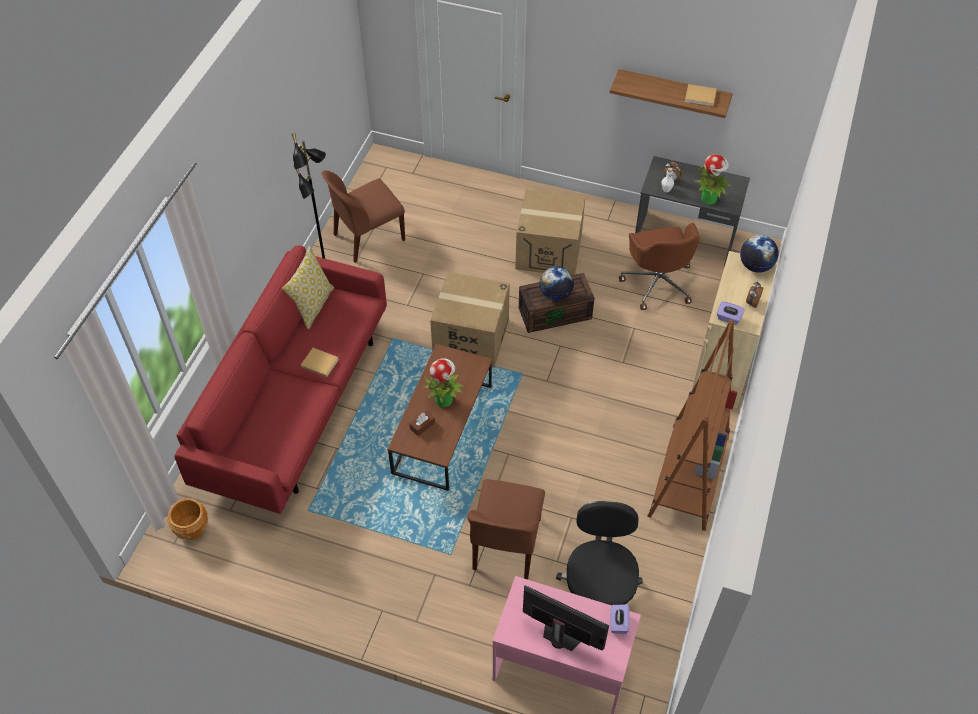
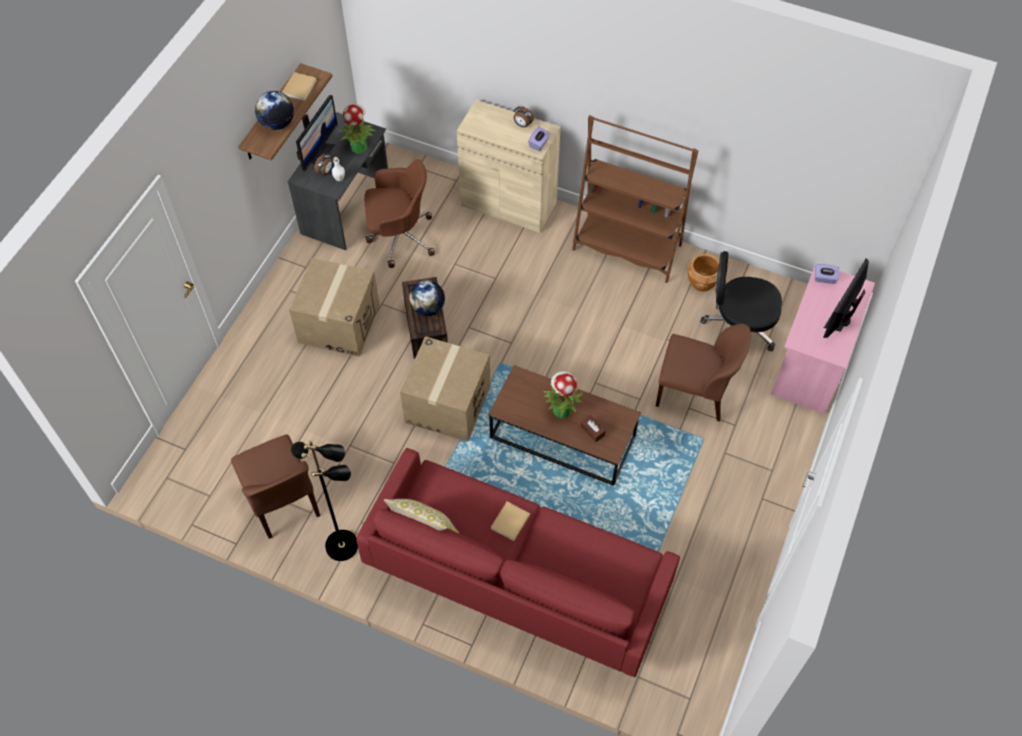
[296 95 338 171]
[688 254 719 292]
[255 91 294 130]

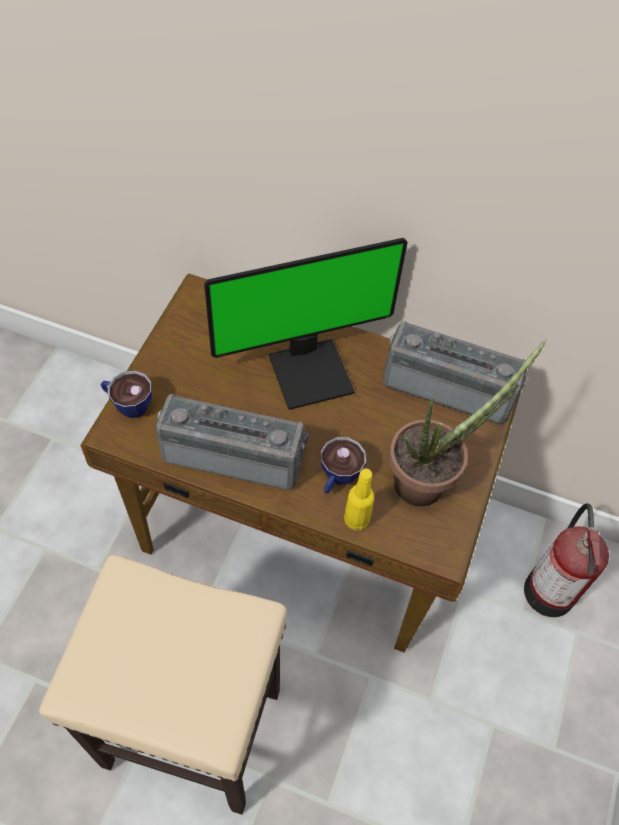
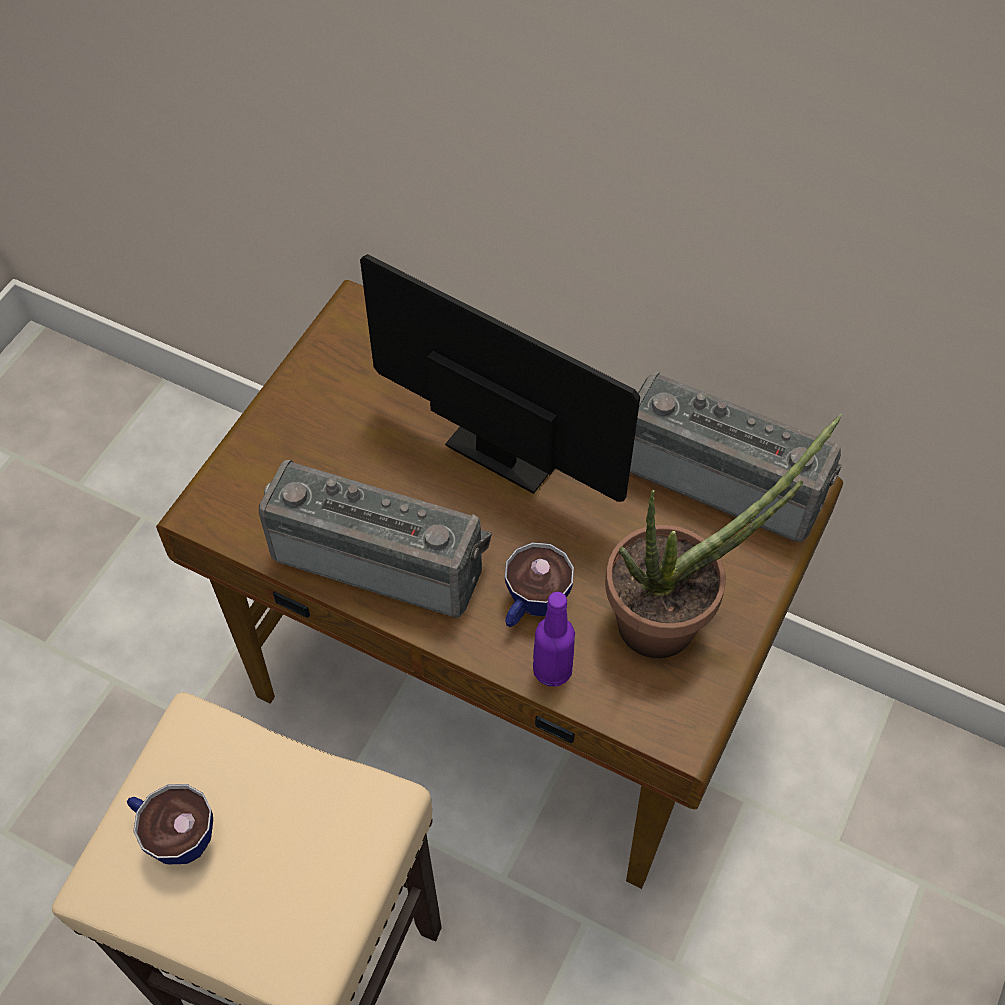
[524 503 609 617] (first image)
[127 784 213 864]
[533 592 575 686]
[360 254 640 502]

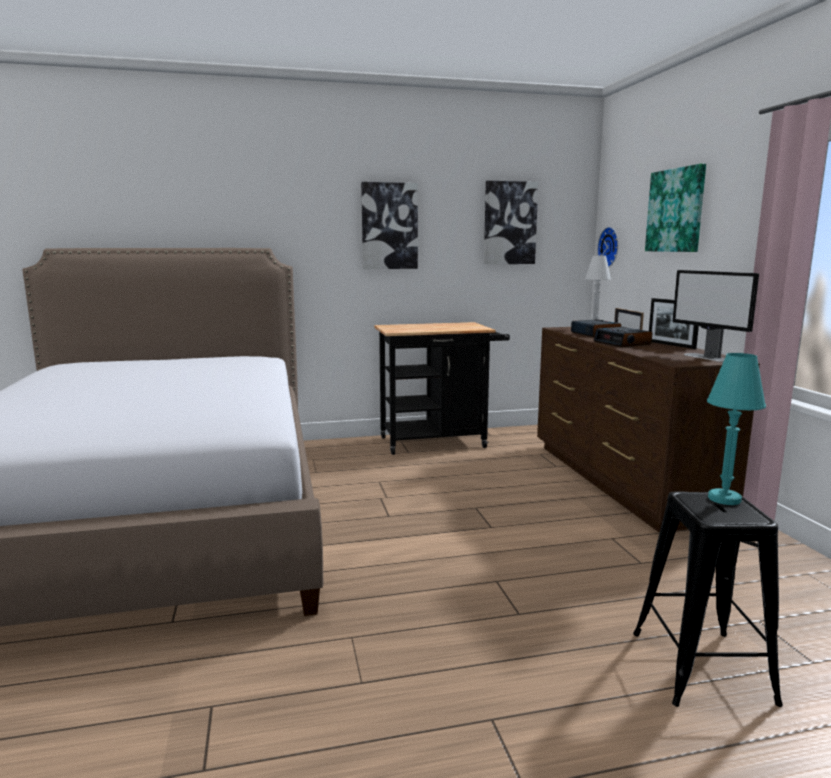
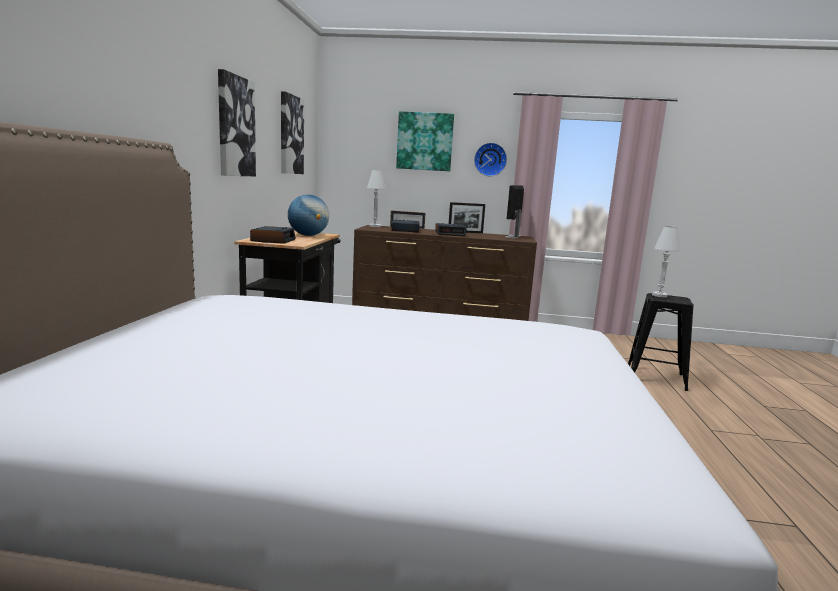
[250 226 296 244]
[288 195 329 236]
[474 143 507 176]
[652 226 681 297]
[506 185 524 238]

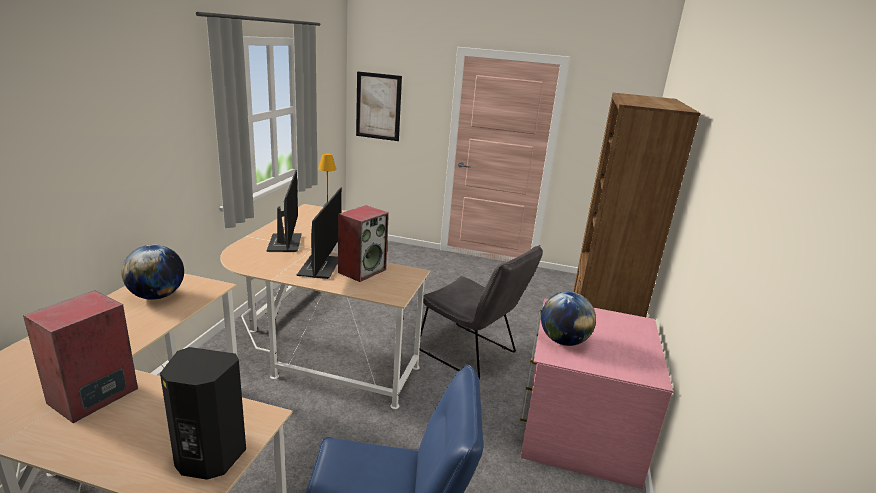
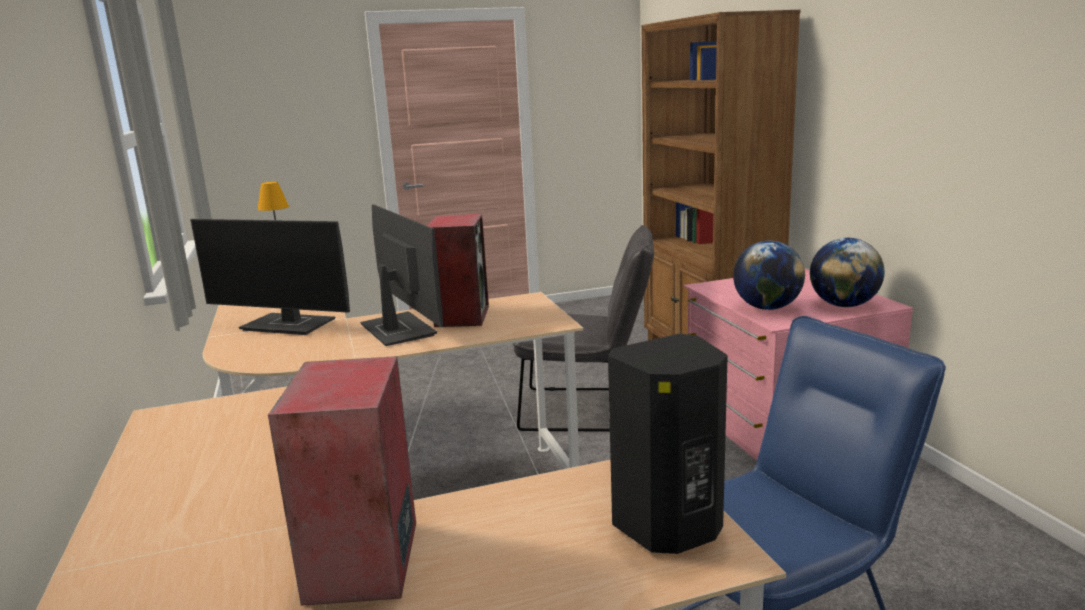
[356 71 402 141] (first image)
[810 238 884 307]
[190 219 350 335]

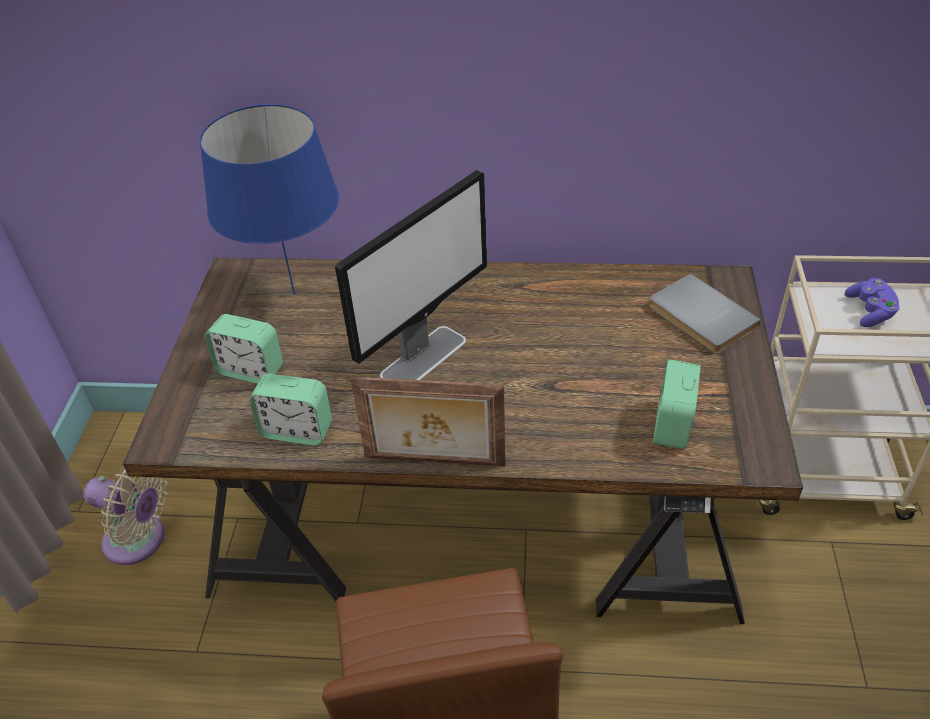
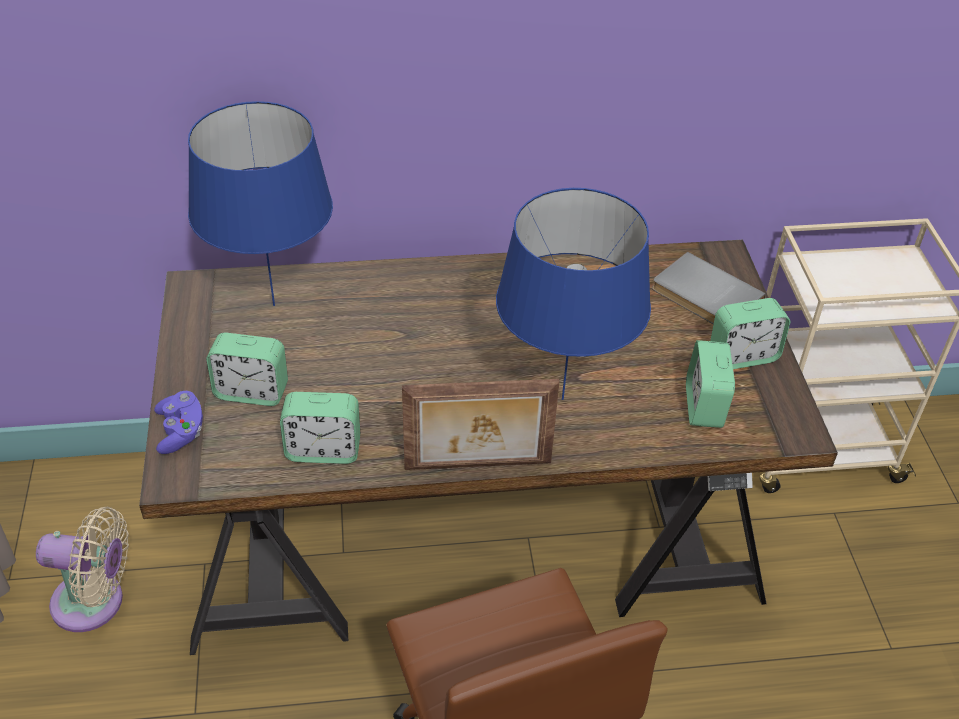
[335 170 487 380] (first image)
[496 188 651 400]
[710 298 790 369]
[154 391 203 454]

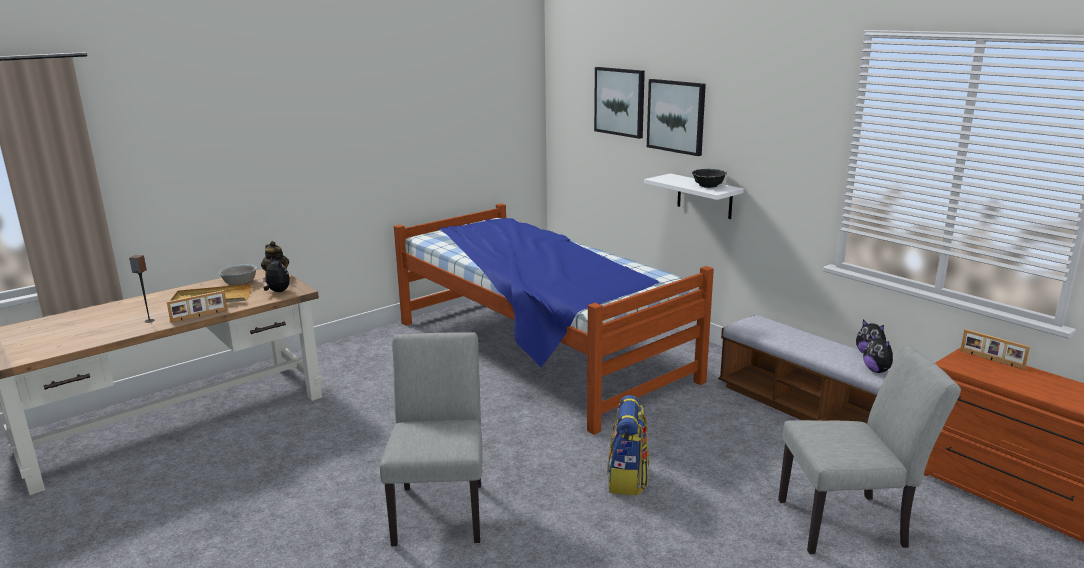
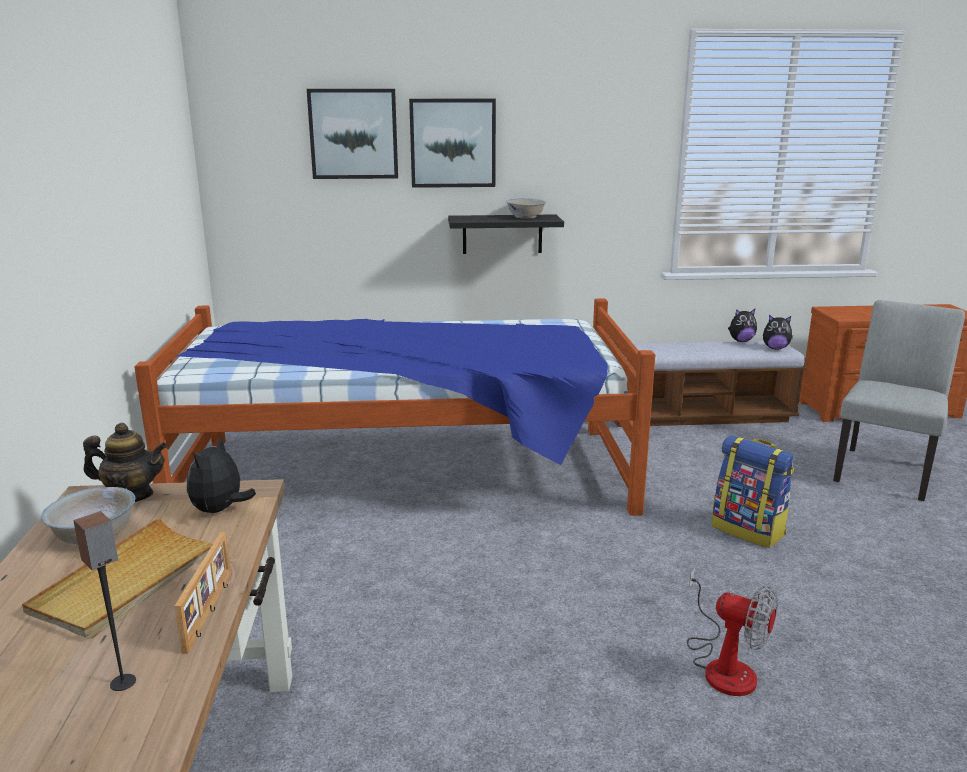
[960 329 1030 370] (first image)
[687 568 778 696]
[448 214 564 254]
[506 198 546 219]
[187 437 256 513]

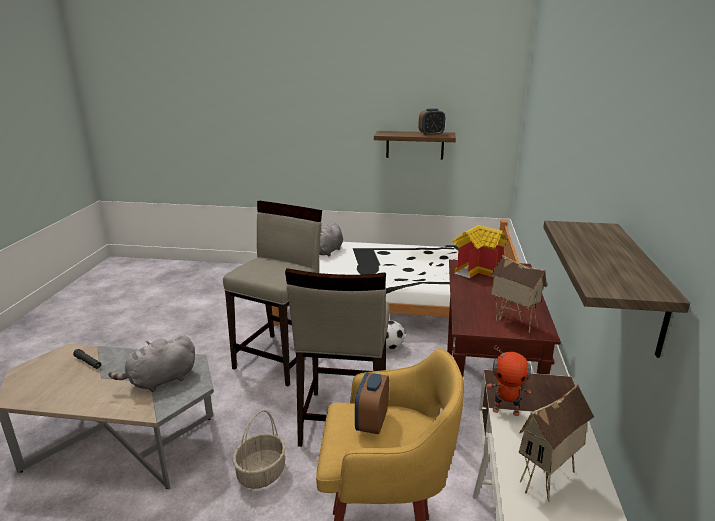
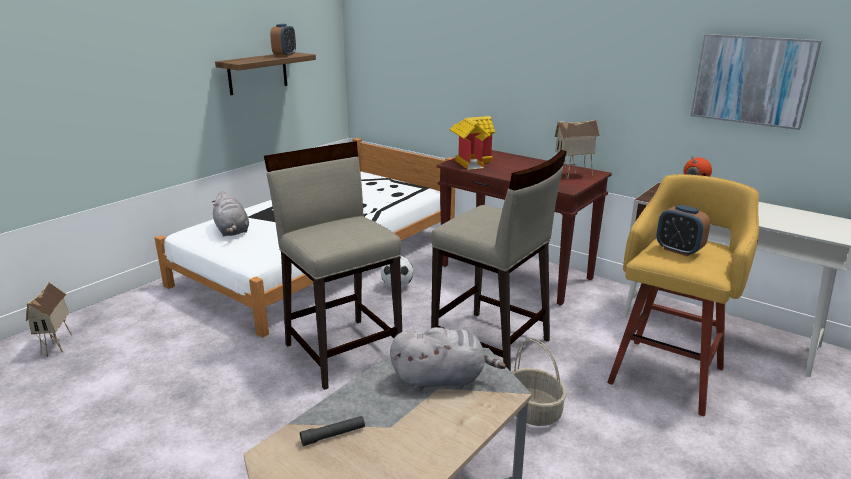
[26 282 72 357]
[691 34 822 130]
[390 327 506 392]

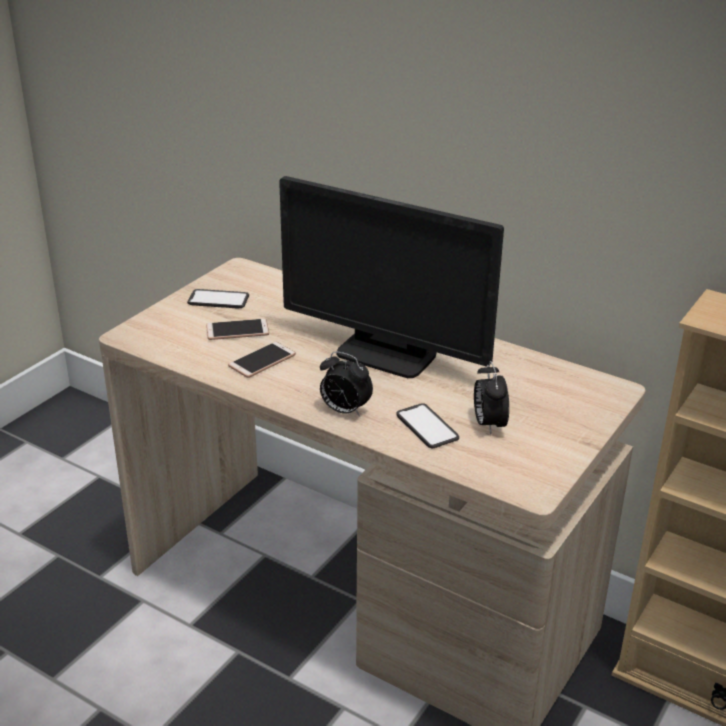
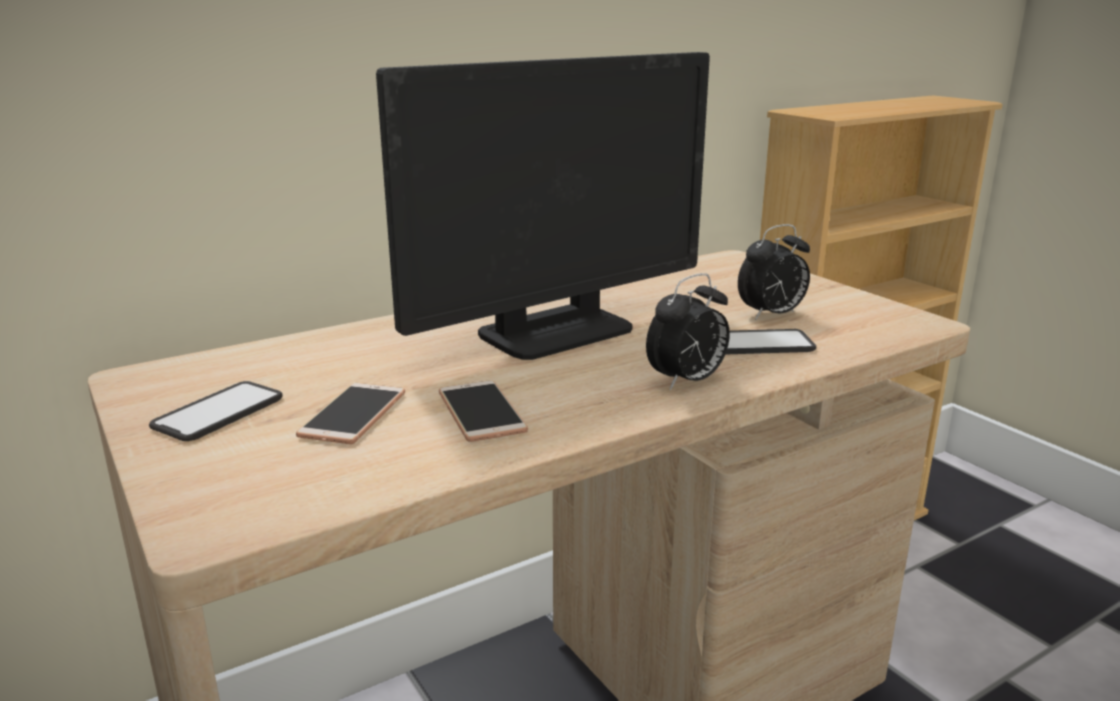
[738 224 810 320]

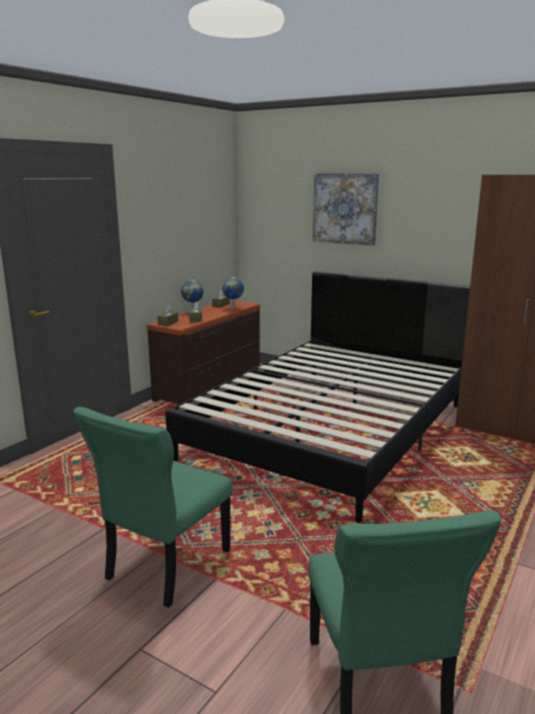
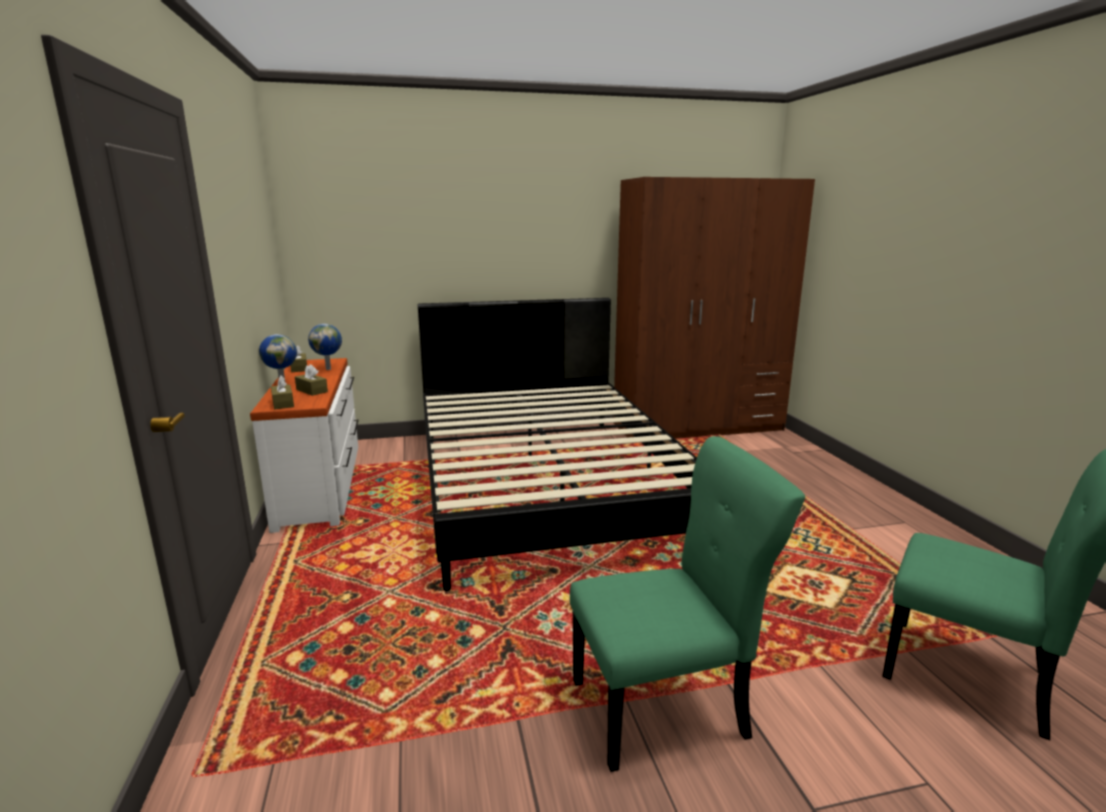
[313 173 379 246] (first image)
[250 358 358 533]
[570 436 805 772]

